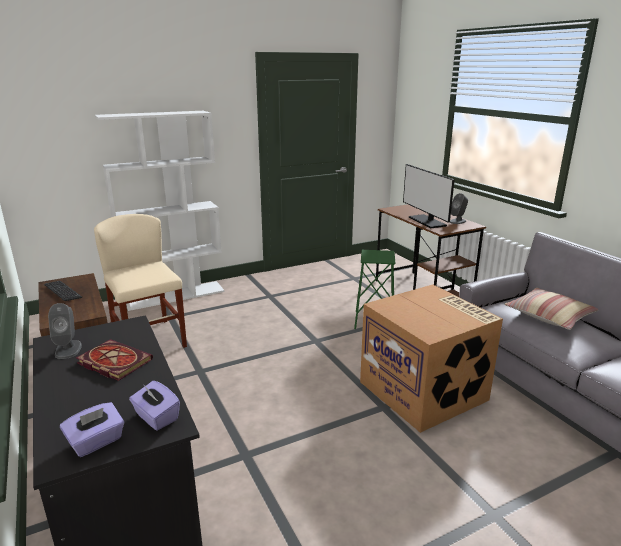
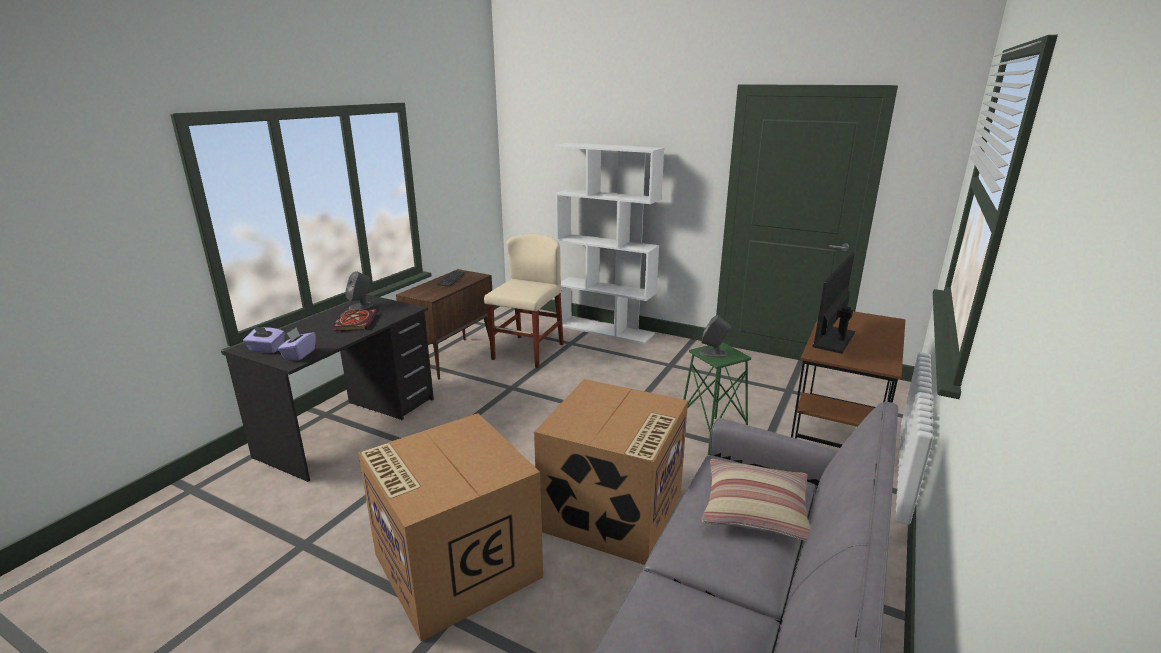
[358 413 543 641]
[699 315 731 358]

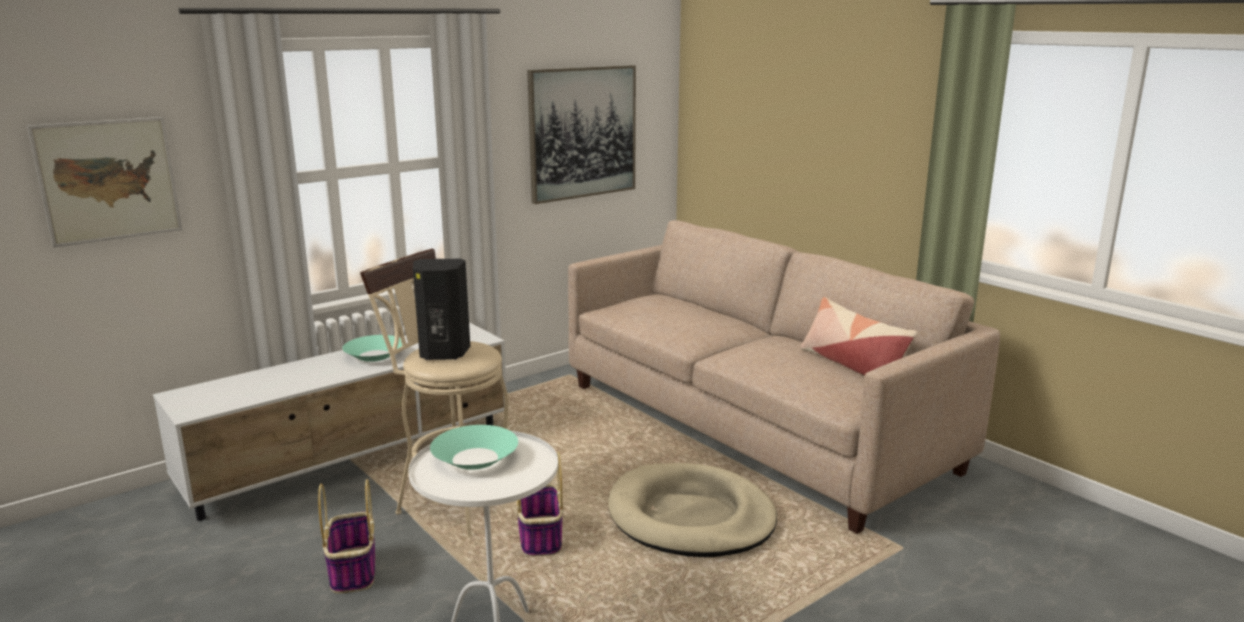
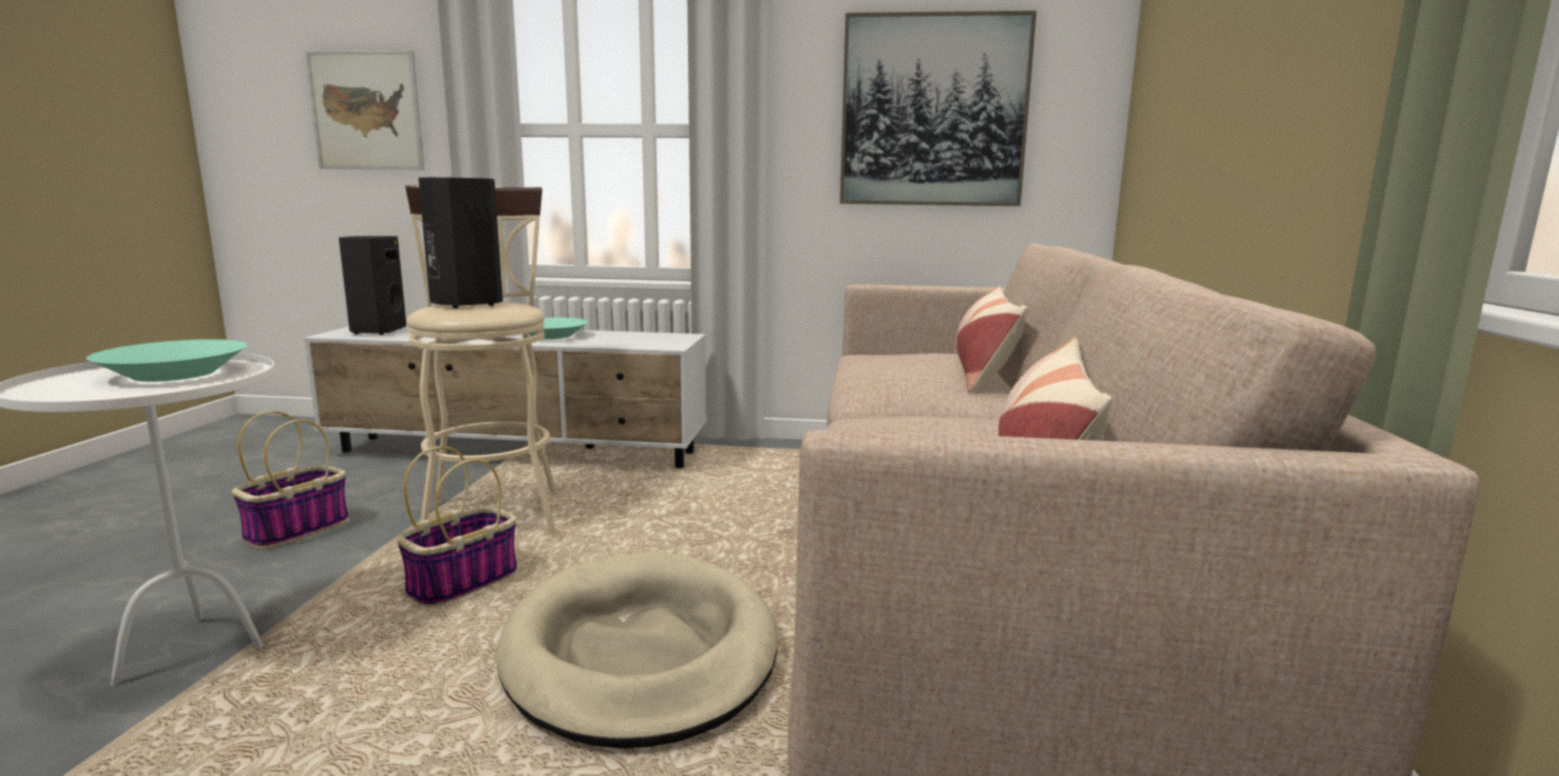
[339 236 406 335]
[954 286 1027 393]

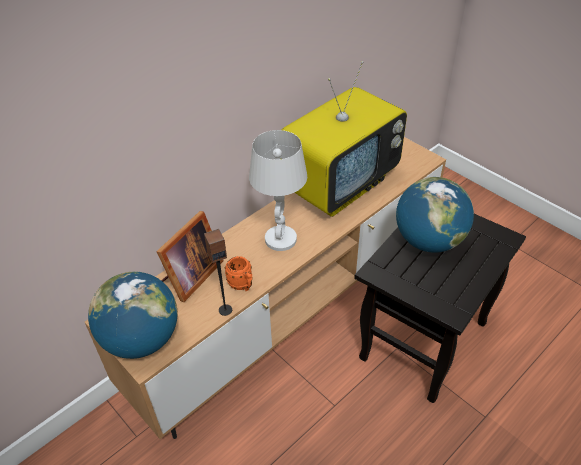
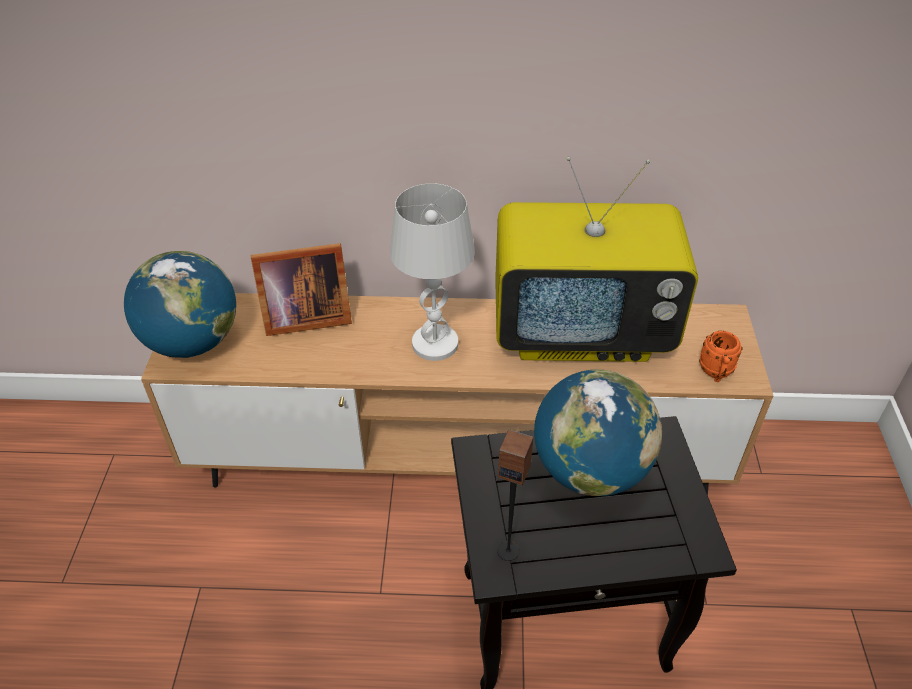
[497 430 533 561]
[699 331 743 382]

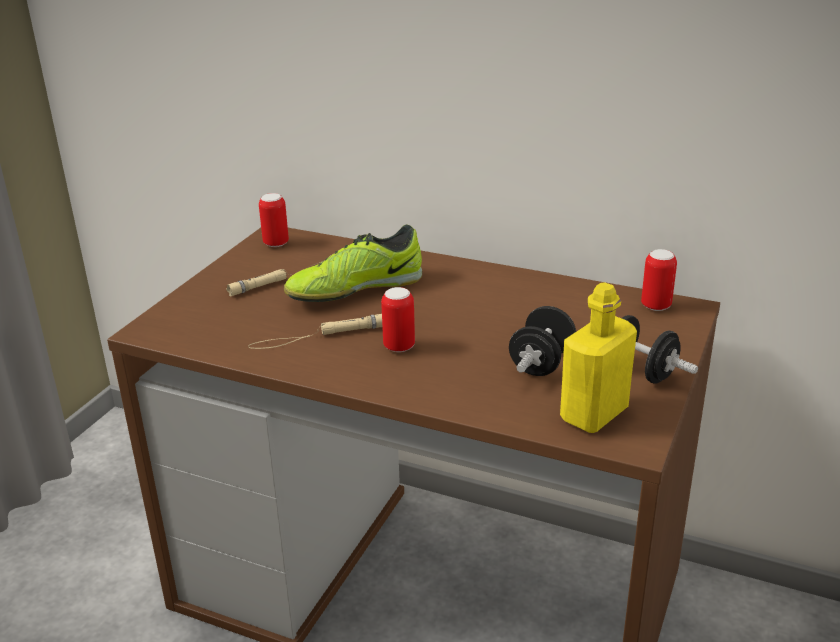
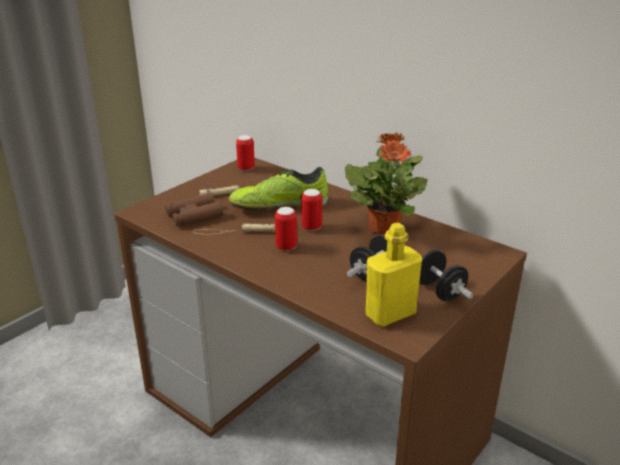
[165 193 223 226]
[345 132 427 235]
[301 189 322 231]

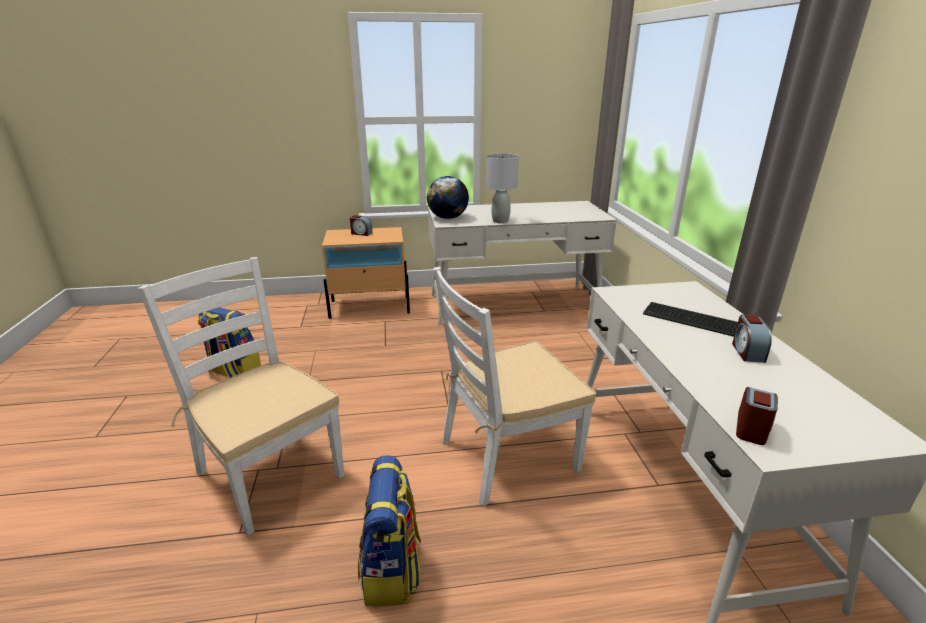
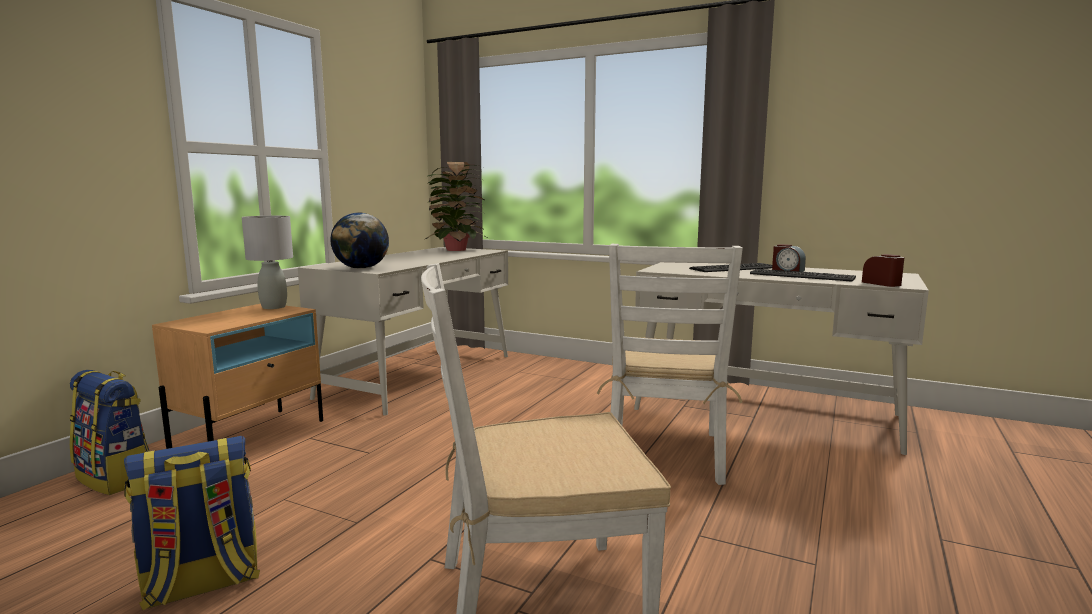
[350 215 373 236] (first image)
[426 162 486 251]
[750 269 856 282]
[70 370 150 495]
[242 216 293 309]

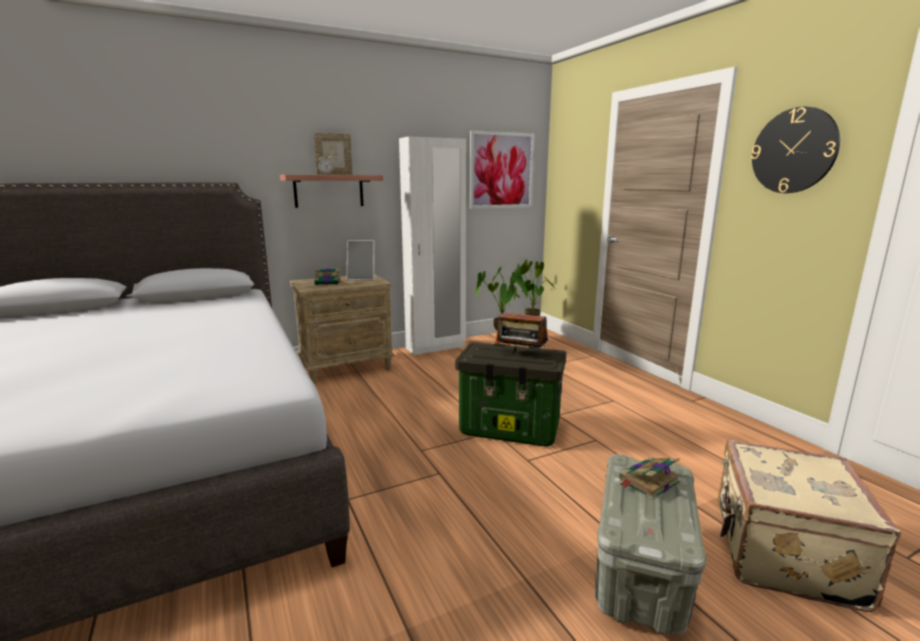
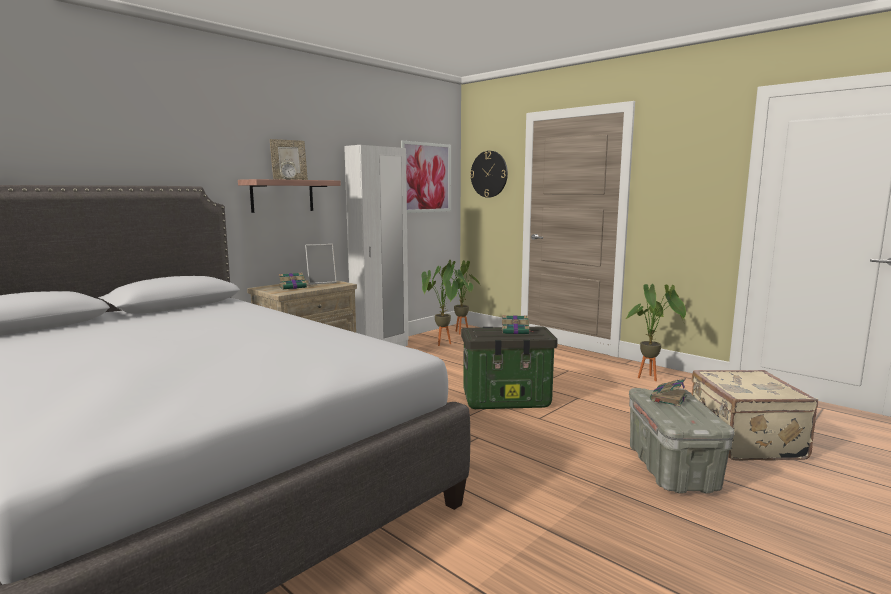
[626 284 686 381]
[470 151 508 198]
[502 315 533 334]

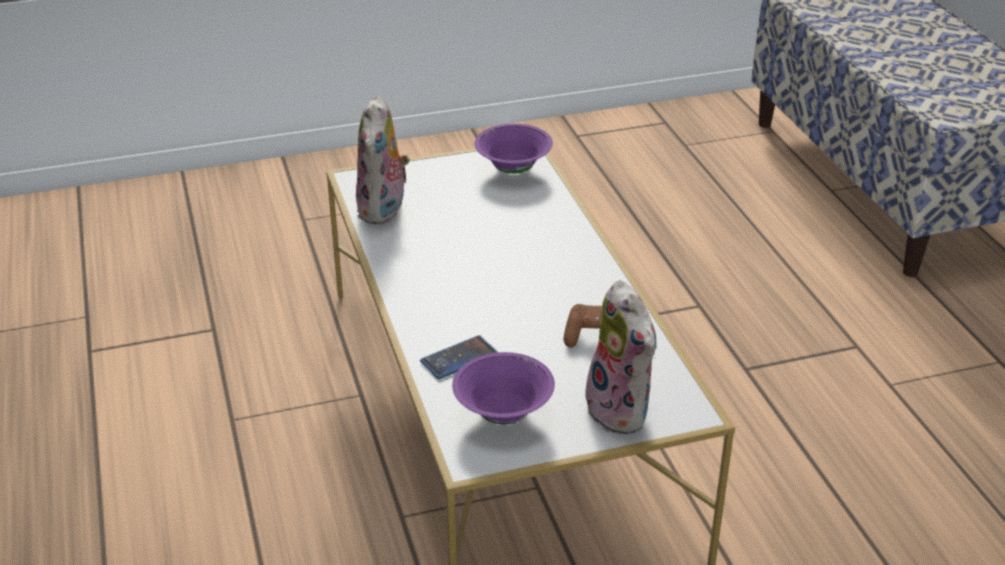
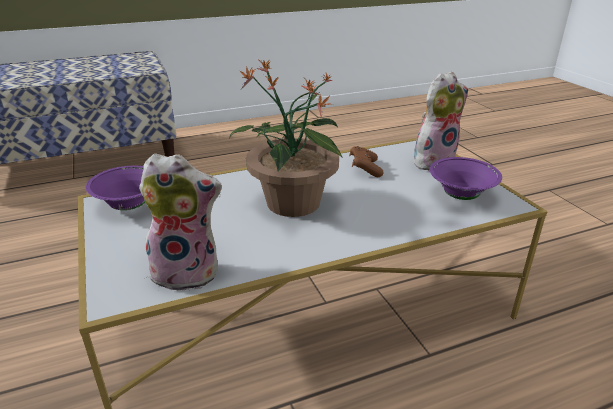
[420 335 498 379] (first image)
[229 59 343 217]

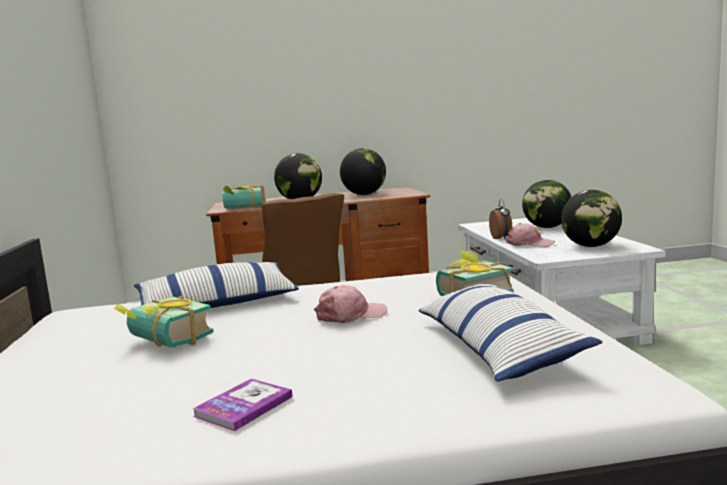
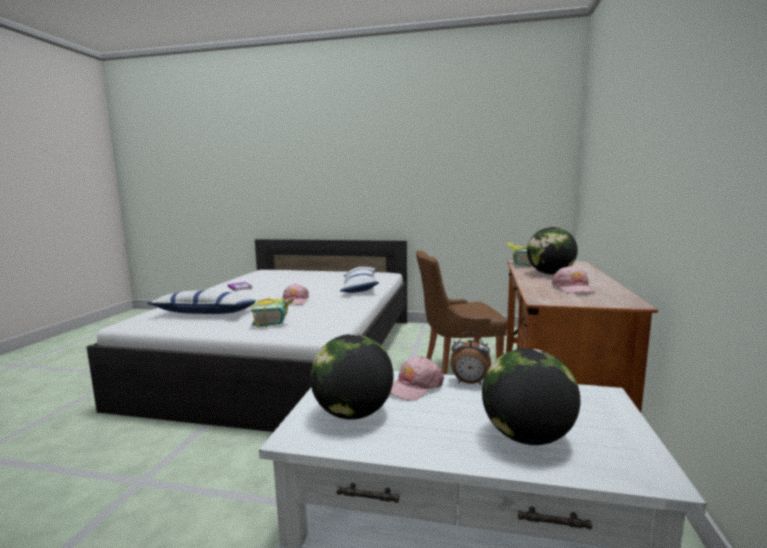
[114 296 214 348] (first image)
[552 266 595 293]

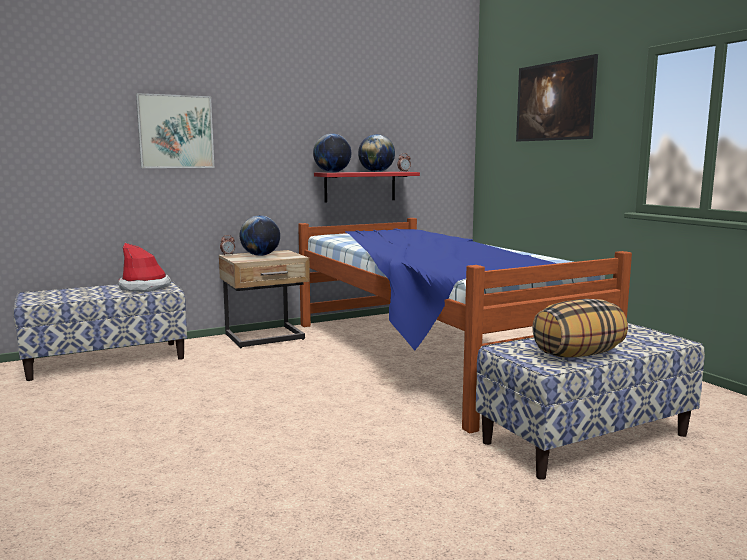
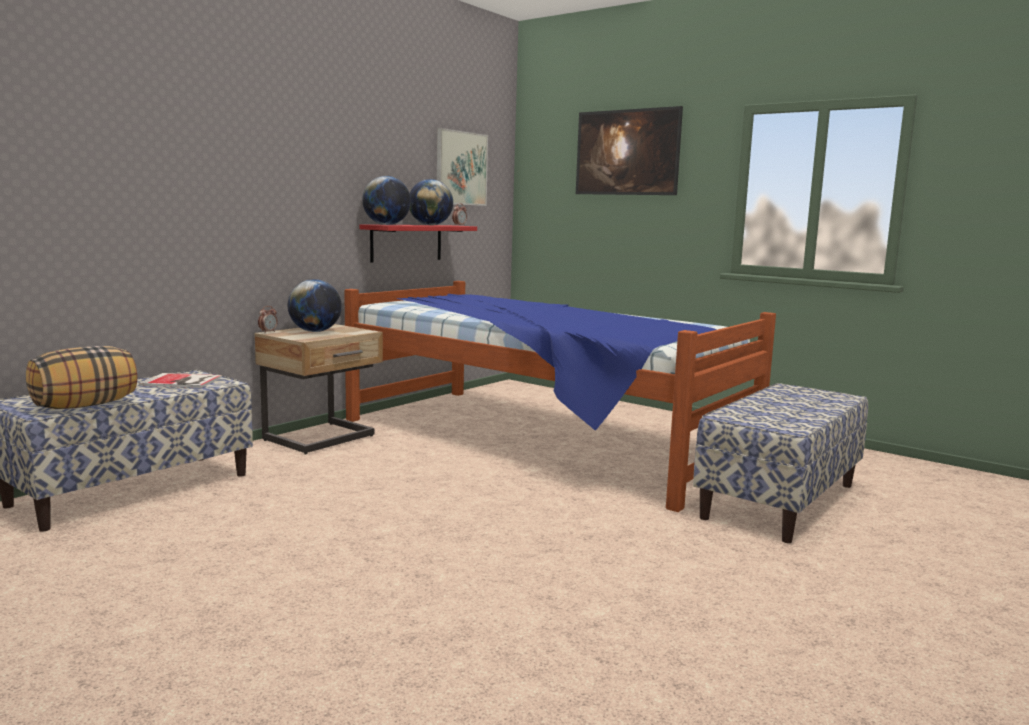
[437 128 488 206]
[26 346 137 409]
[139 373 222 388]

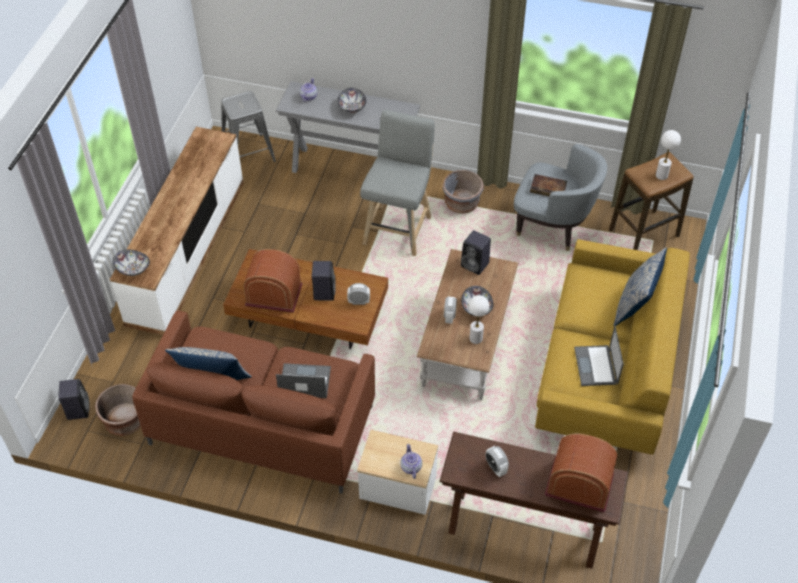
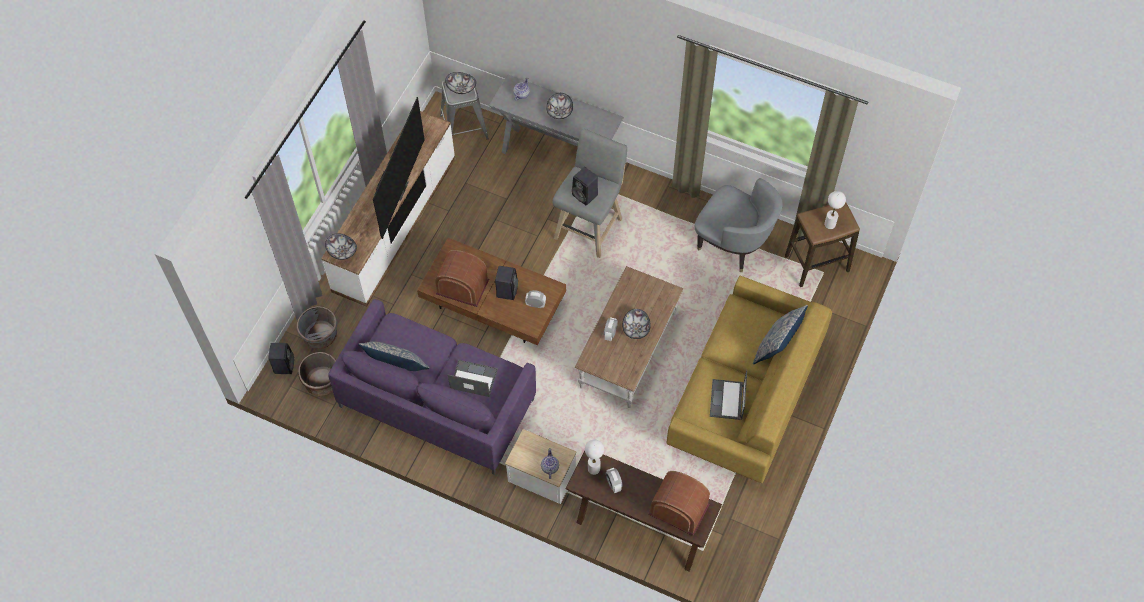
[530 174 567 196] (first image)
[373 97 425 239]
[445 72 476 94]
[296 306 337 349]
[572 167 598 206]
[585 440 604 475]
[328 299 536 475]

